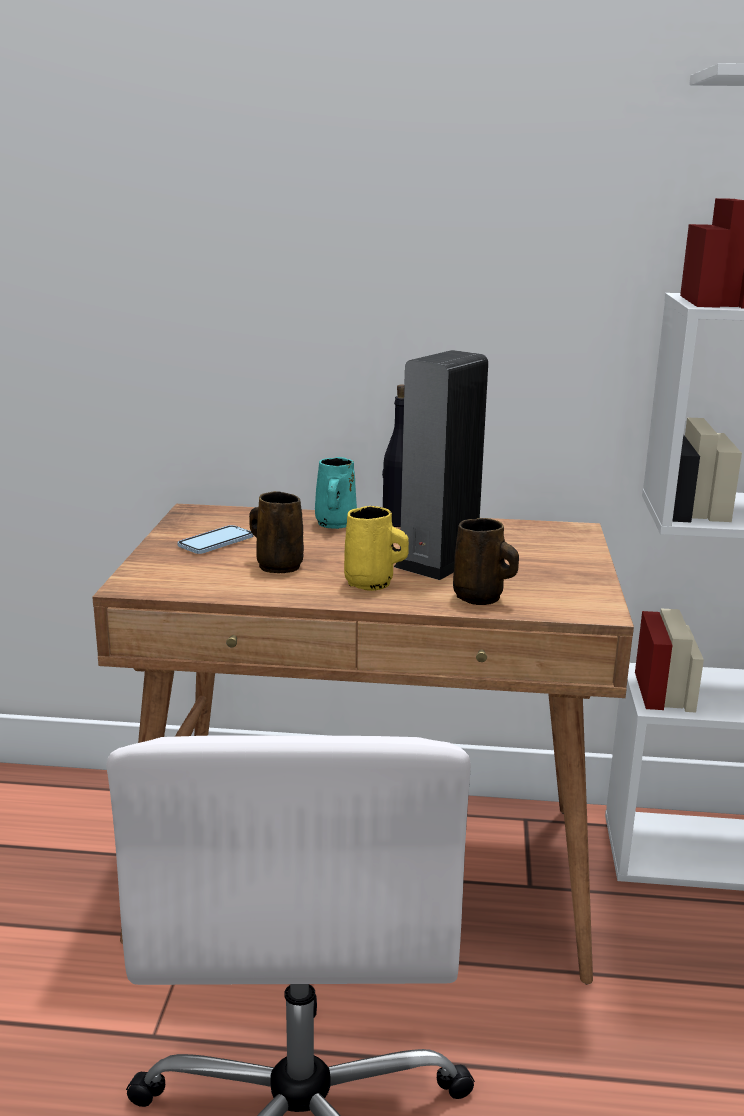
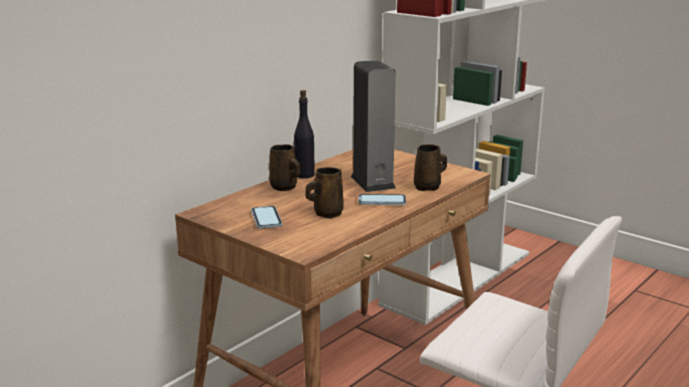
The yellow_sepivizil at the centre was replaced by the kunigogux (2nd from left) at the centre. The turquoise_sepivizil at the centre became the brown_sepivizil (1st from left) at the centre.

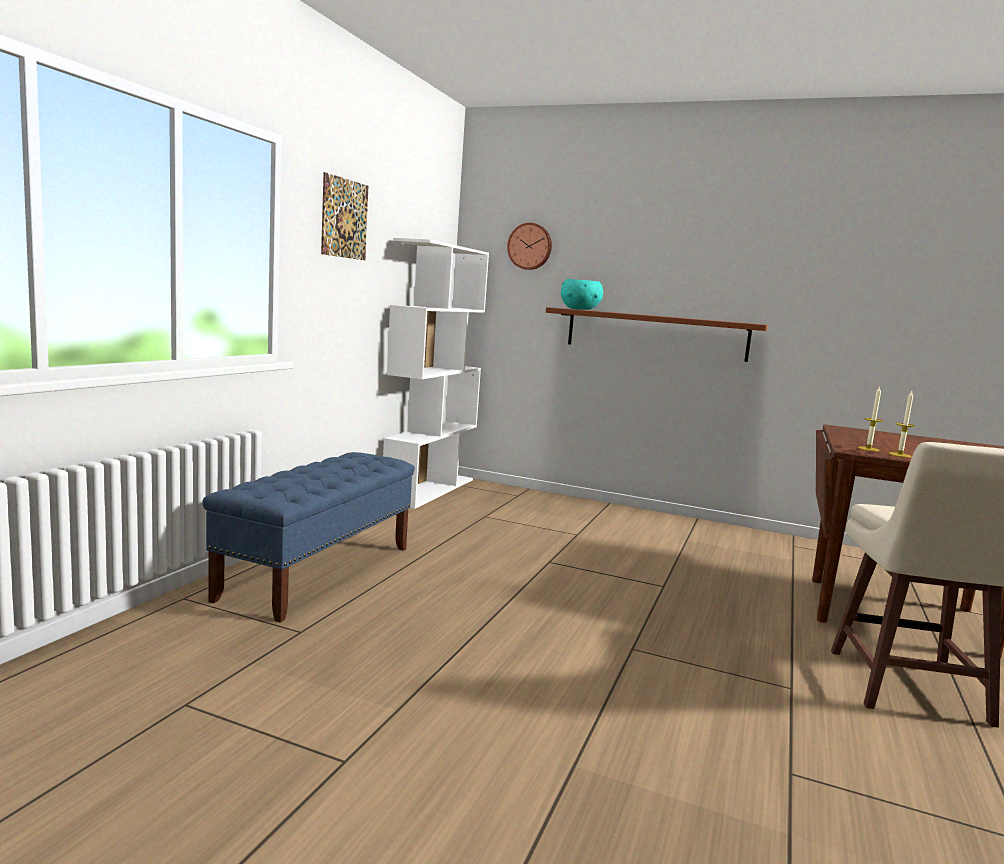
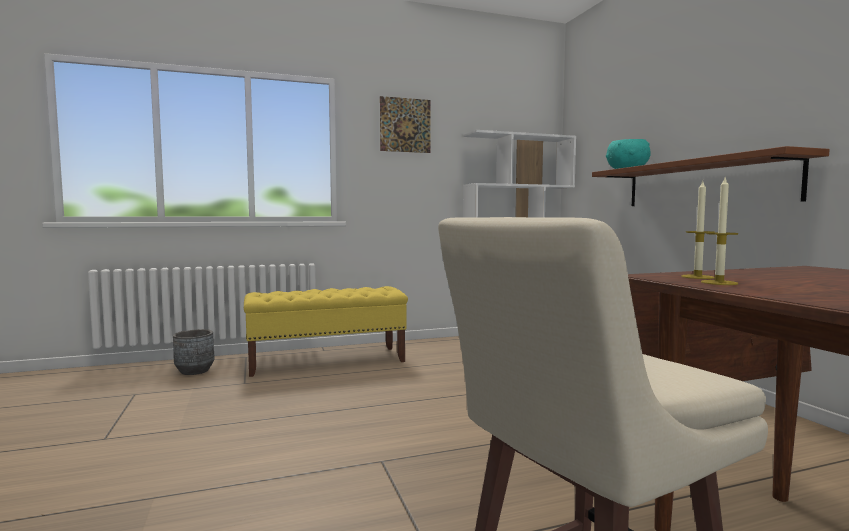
The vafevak at the top centre disappeared. The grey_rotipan at the middle left appeared. The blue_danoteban at the middle left became the yellow_danoteban at the centre.

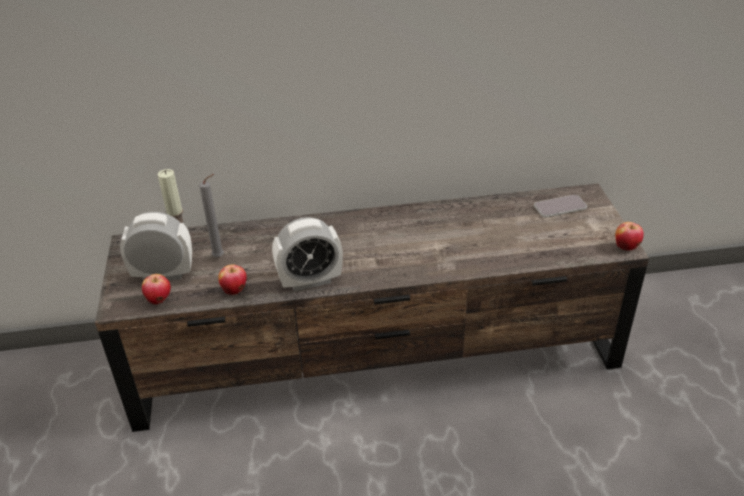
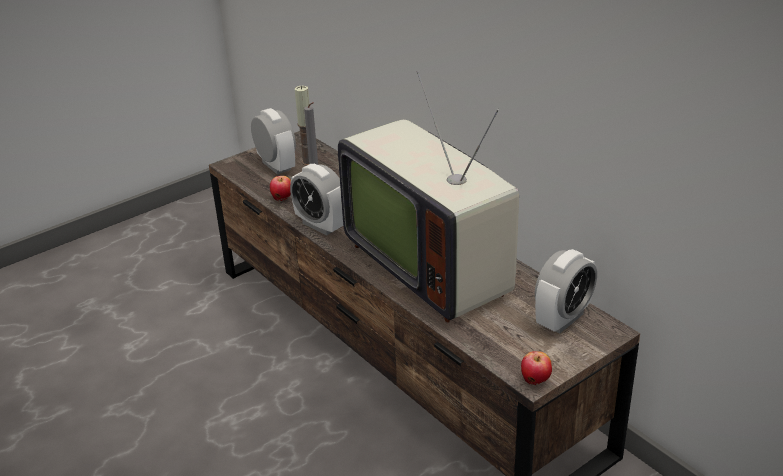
The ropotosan (1st from left) at the middle left disappeared. The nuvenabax at the centre appeared. The kunigogux at the middle right was replaced by the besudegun (3rd from left) at the middle right.

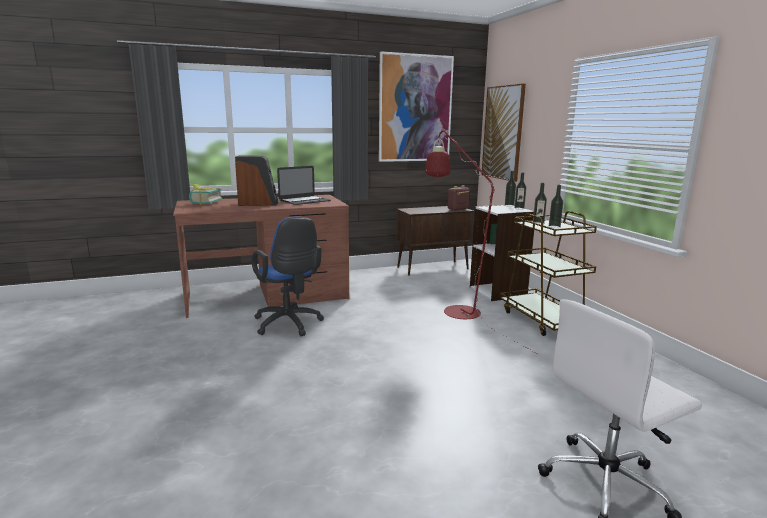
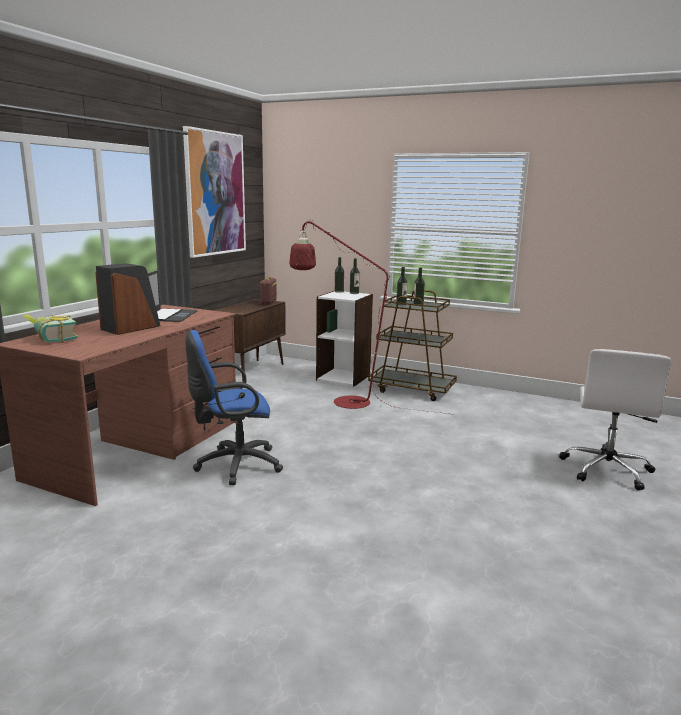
The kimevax (2nd from left) at the top centre disappeared. The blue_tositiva at the centre turned 150 degrees clockwise.

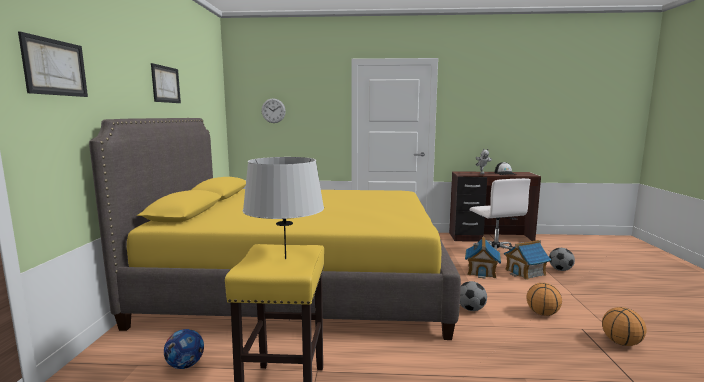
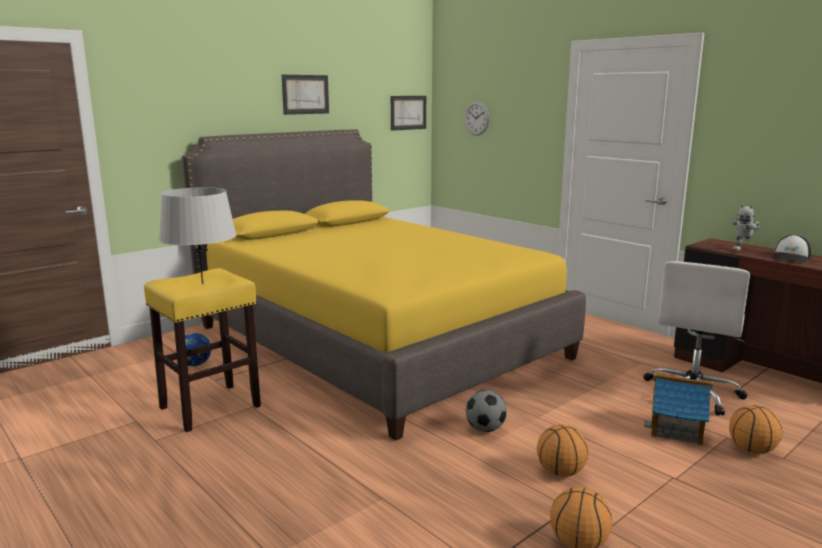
The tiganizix (1st from left) at the bottom right disappeared. The kimevax (1st from left in the first image) moved from the top left to the top centre. The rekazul (3rd from left) at the bottom right was replaced by the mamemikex (3rd from left) at the bottom right.

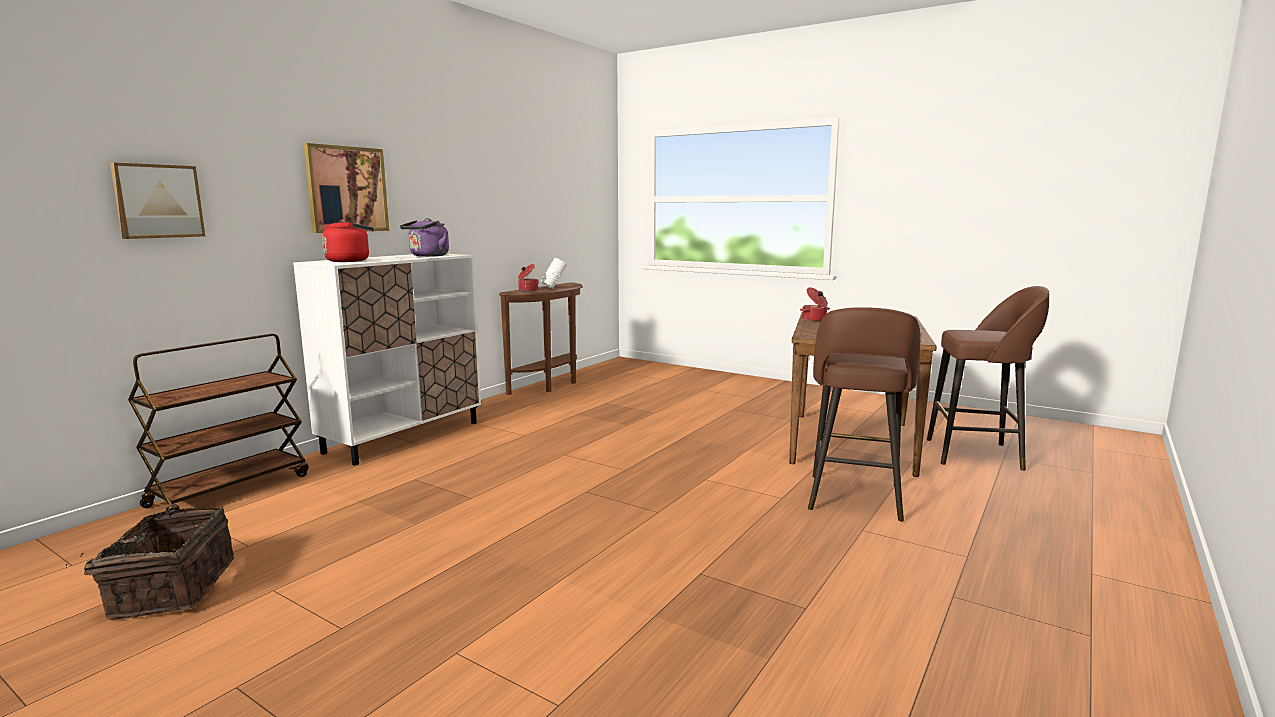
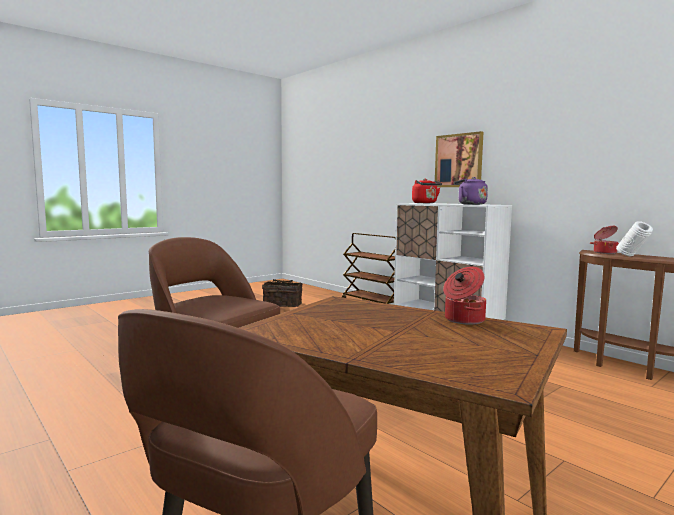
The kimevax (1st from left) at the top left disappeared.

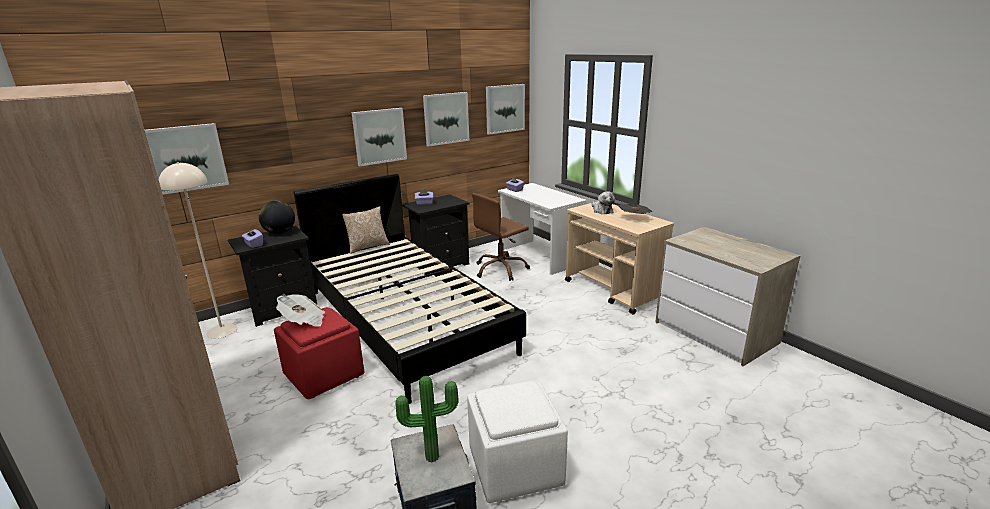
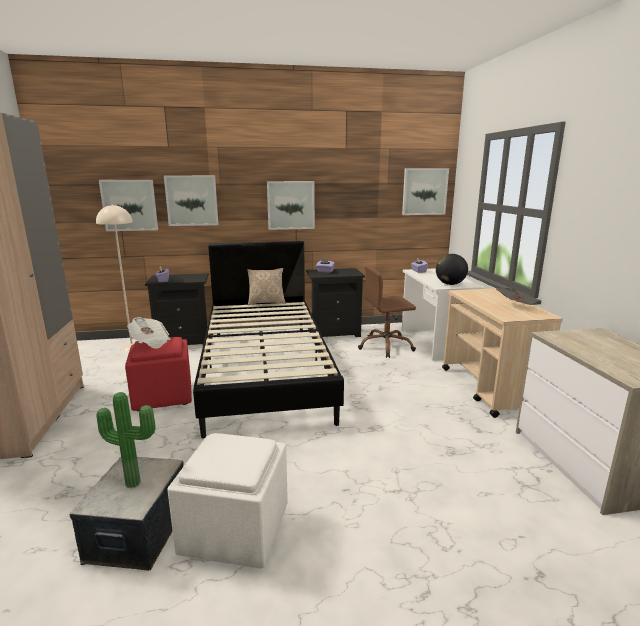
The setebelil at the centre disappeared. The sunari moved from the middle left to the middle right. The kimevax (3rd from left in the first image) moved from the top centre to the top left.

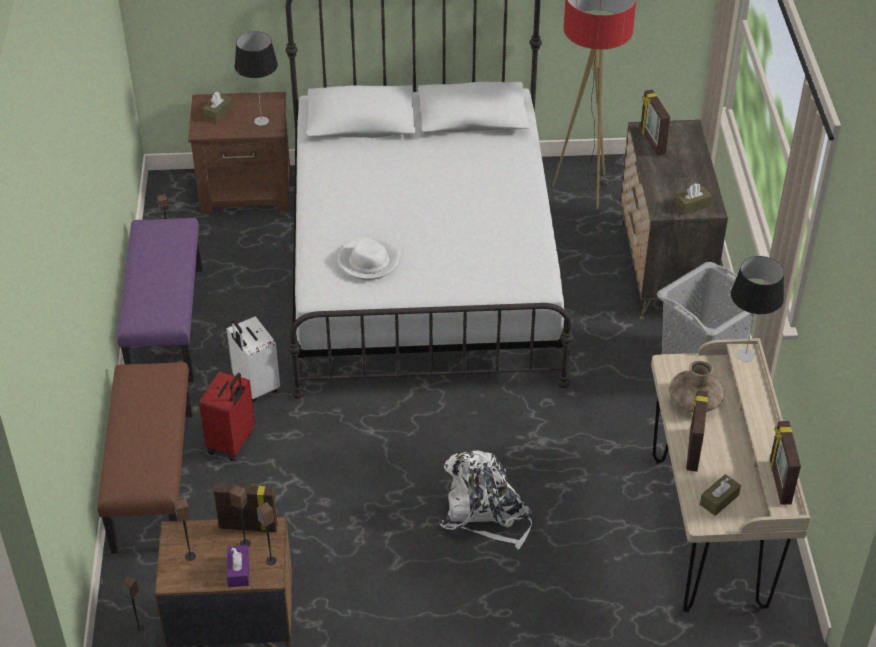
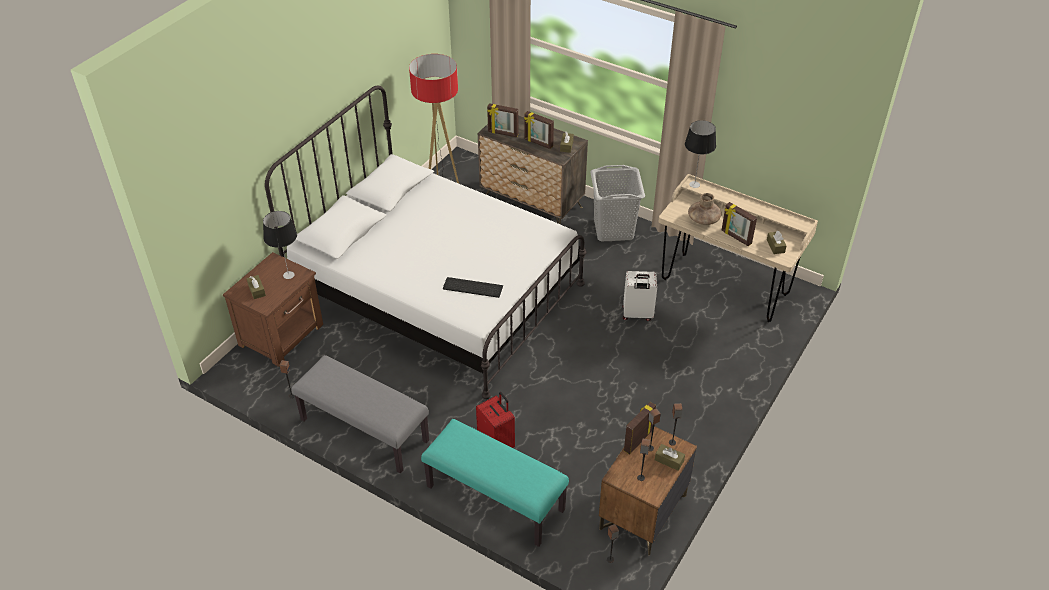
The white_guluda at the bottom centre disappeared. The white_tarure moved from the middle left to the centre. The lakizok (4th from left in the first image) moved from the bottom right to the top centre. The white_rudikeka at the centre was replaced by the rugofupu at the centre. The brown_danoteban at the bottom left became the turquoise_danoteban at the bottom centre. The purple_danoteban at the middle left became the grey_danoteban at the bottom centre. The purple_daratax at the bottom left became the brown_daratax (3rd from left) at the bottom centre.

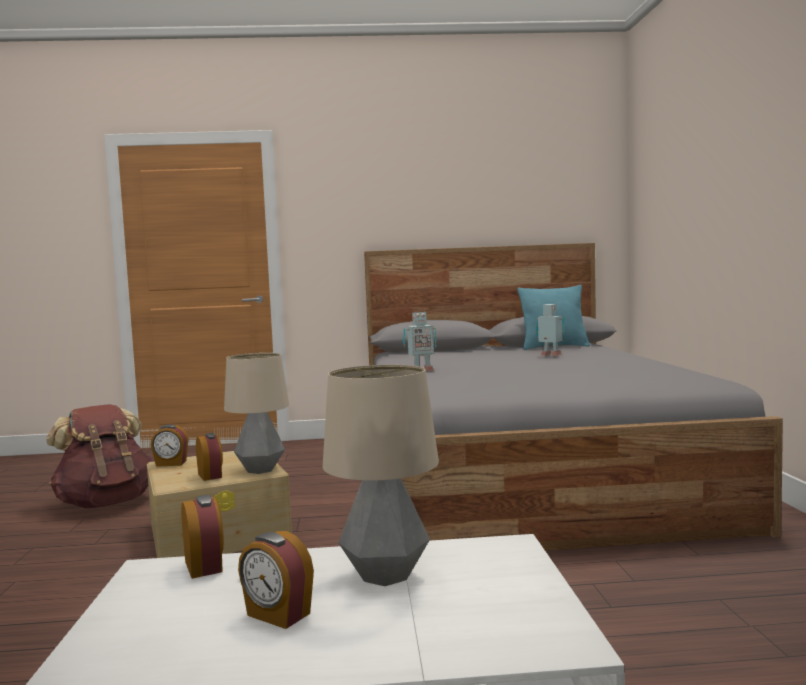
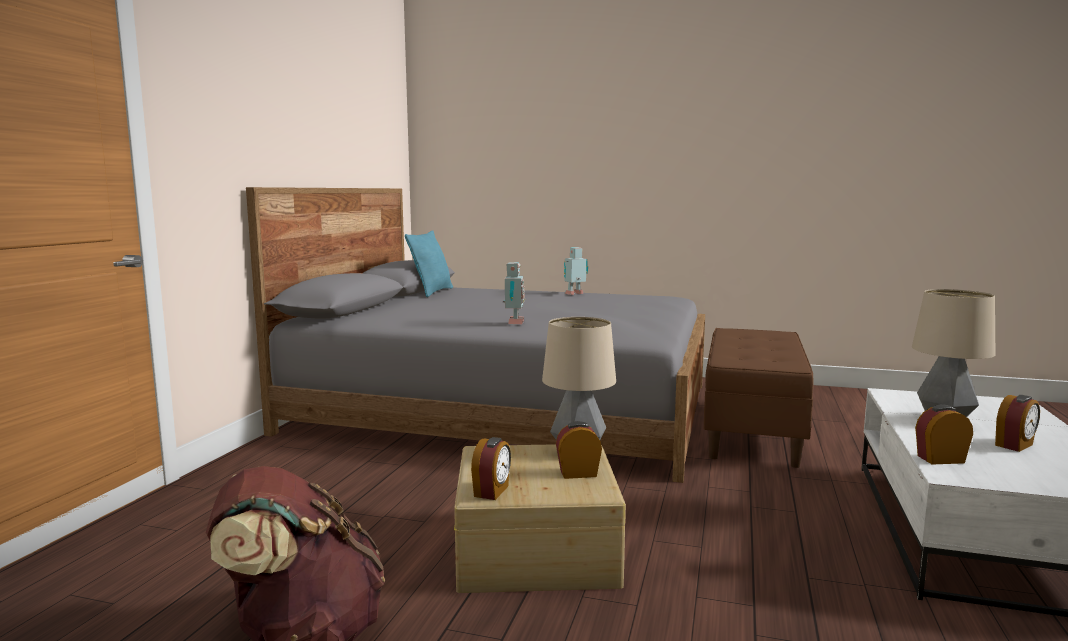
The brown_danoteban at the middle right appeared. The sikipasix (2nd from left) moved from the middle right to the centre.

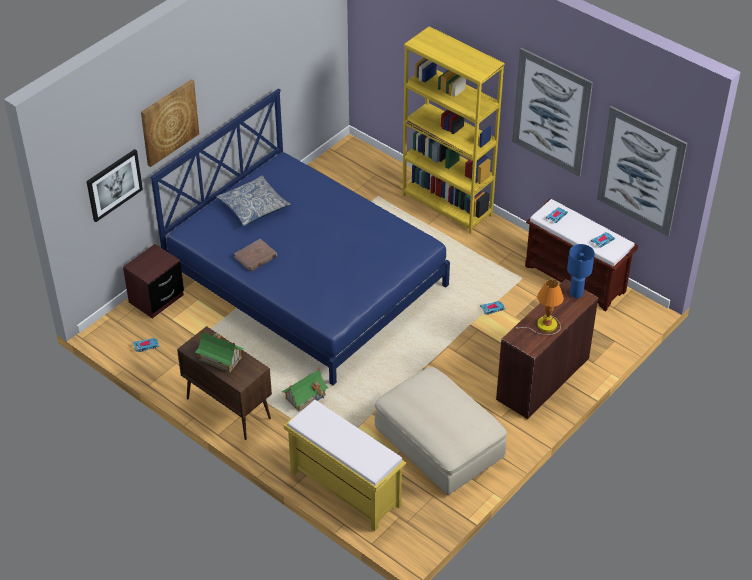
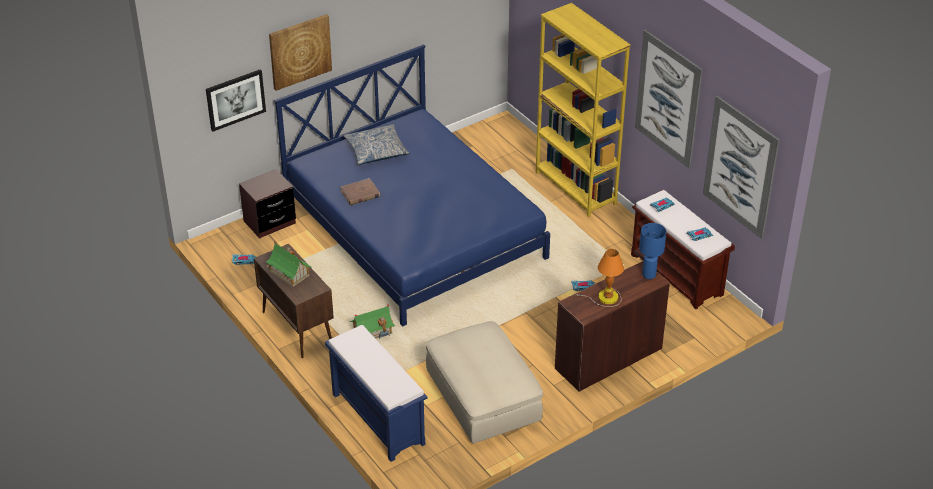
The yellow_danoteban at the bottom centre became the blue_danoteban at the bottom centre.

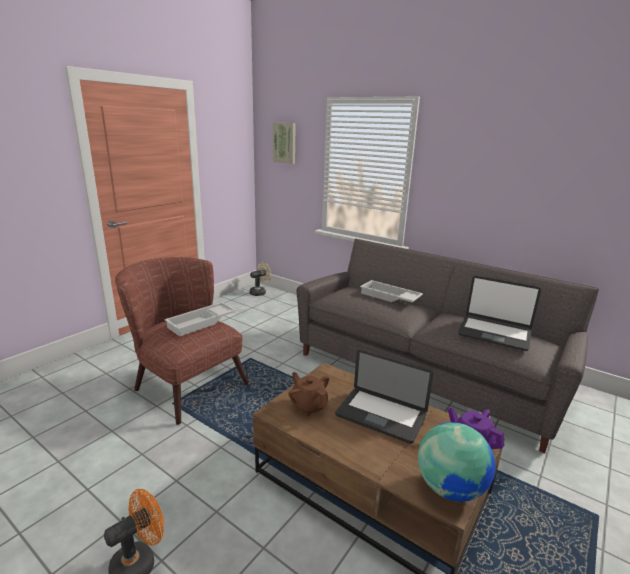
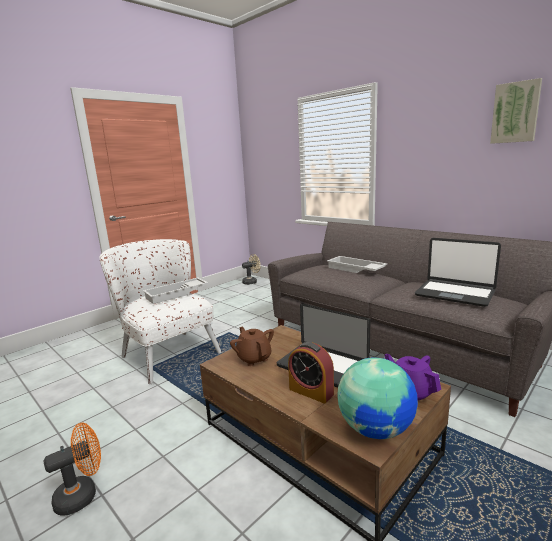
The besudegun at the bottom centre appeared. The kimevax moved from the top centre to the top right. The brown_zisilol at the middle left became the white_zisilol at the middle left.

